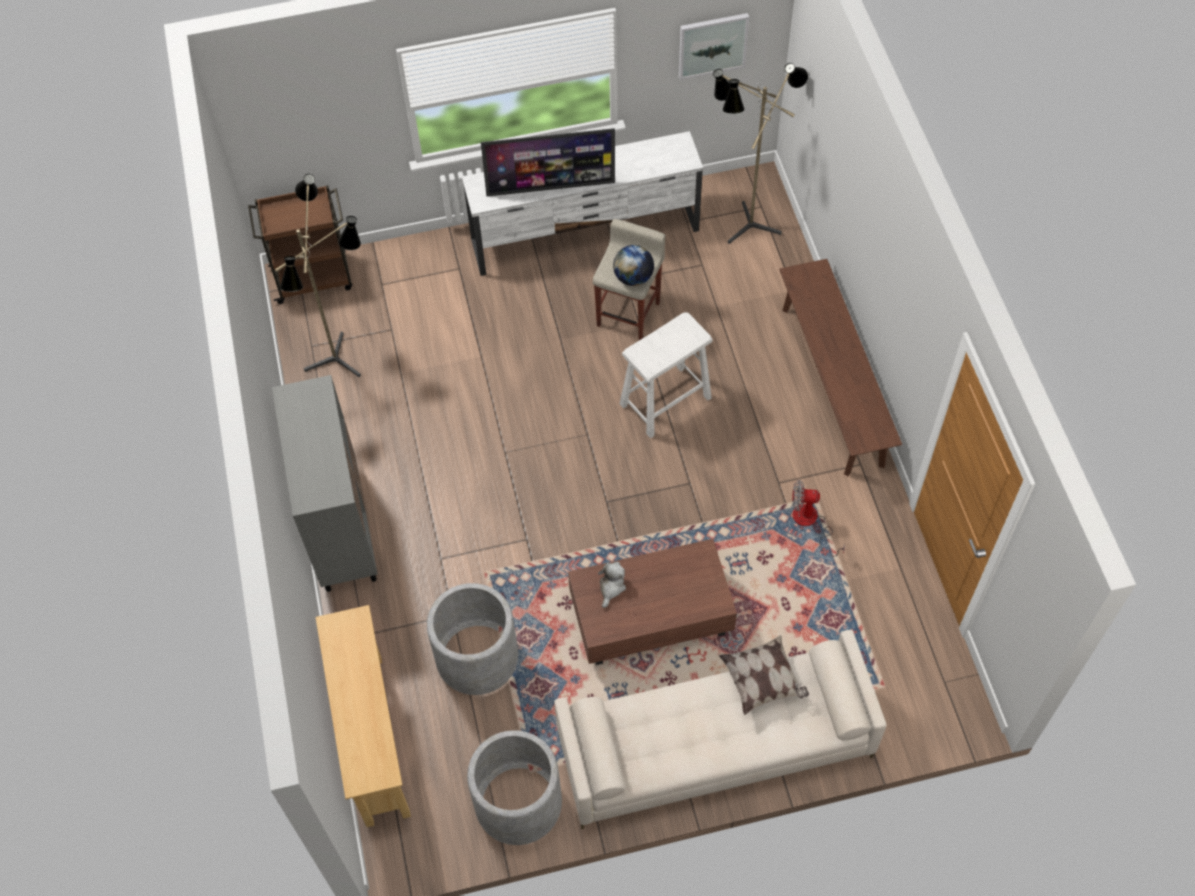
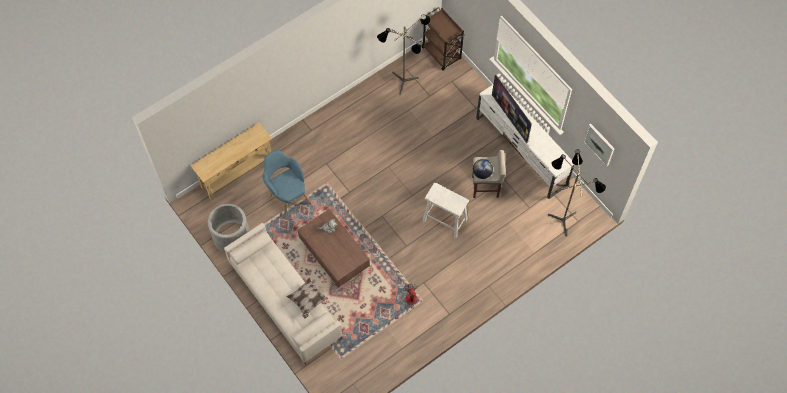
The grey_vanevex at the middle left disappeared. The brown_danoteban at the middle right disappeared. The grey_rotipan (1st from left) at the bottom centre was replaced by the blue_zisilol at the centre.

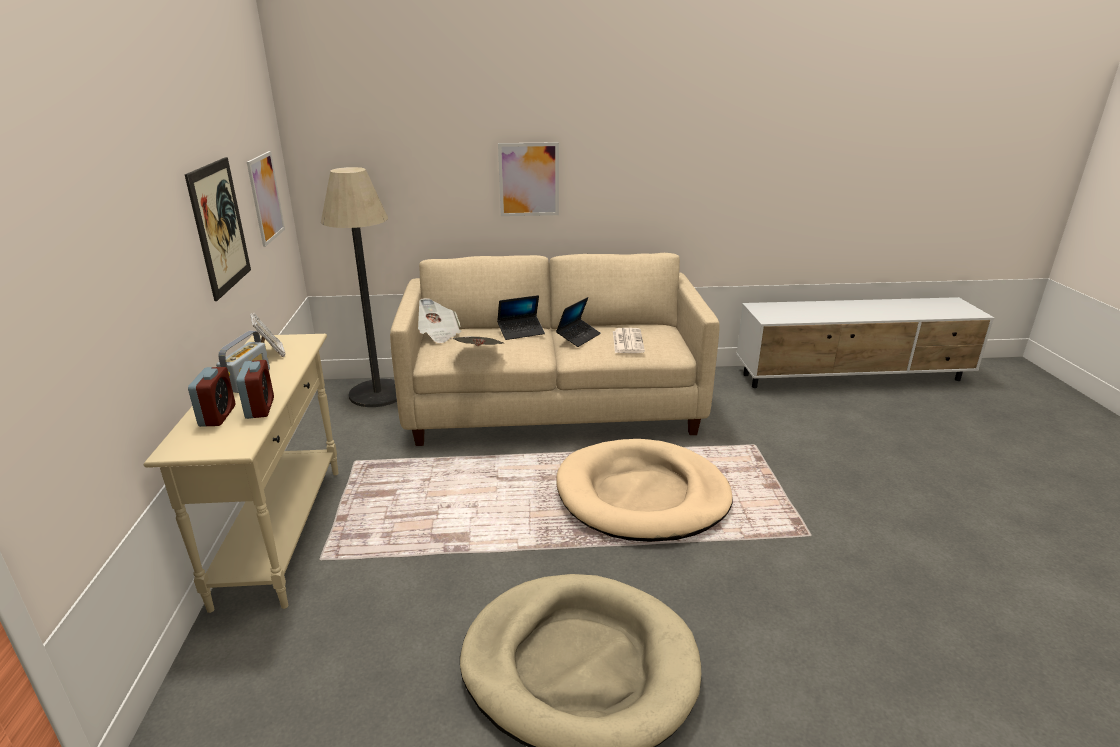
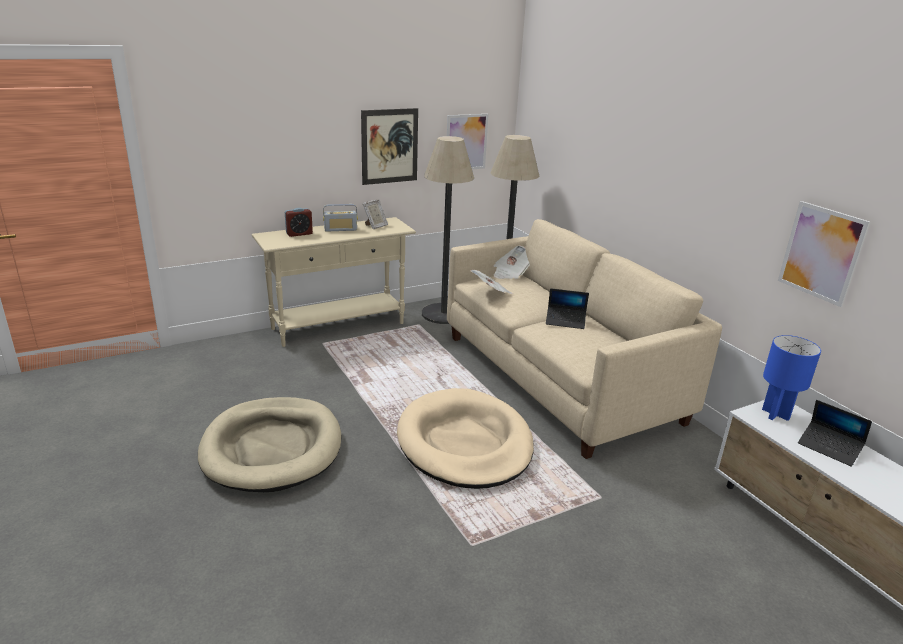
The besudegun (2nd from left) at the middle left disappeared. The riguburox (3rd from left) at the centre disappeared. The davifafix (1st from left) at the centre appeared. The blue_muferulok at the middle right appeared. The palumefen (1st from left in the first image) moved from the centre to the bottom right. The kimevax (3rd from left) moved from the top centre to the middle right.

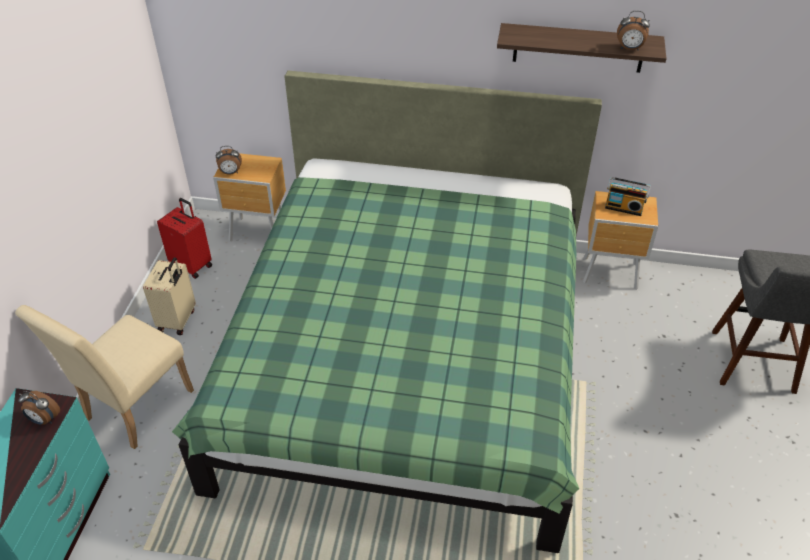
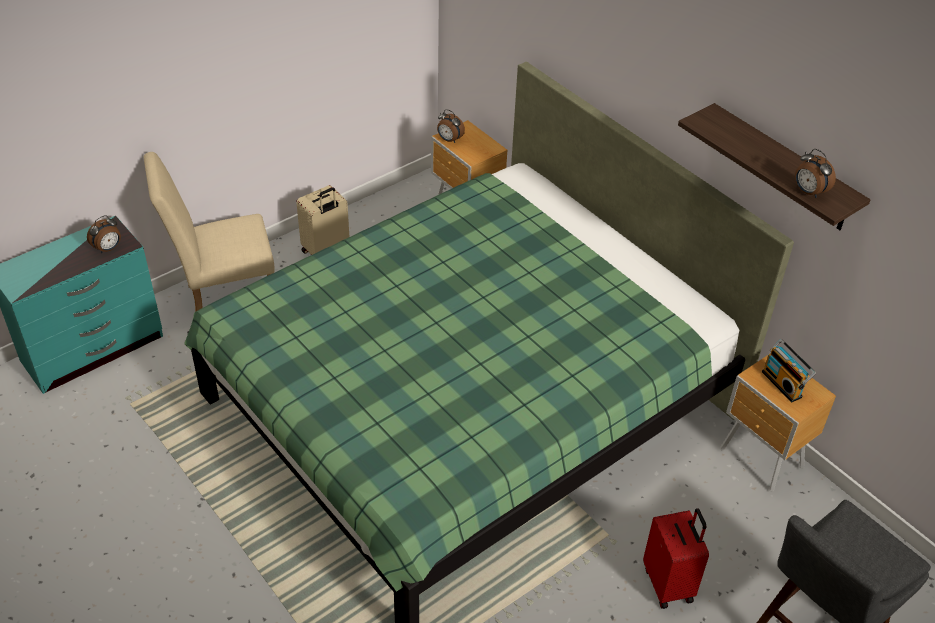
The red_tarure moved from the middle left to the bottom right. The besudegun (1st from left) at the bottom left turned 105 degrees counterclockwise.

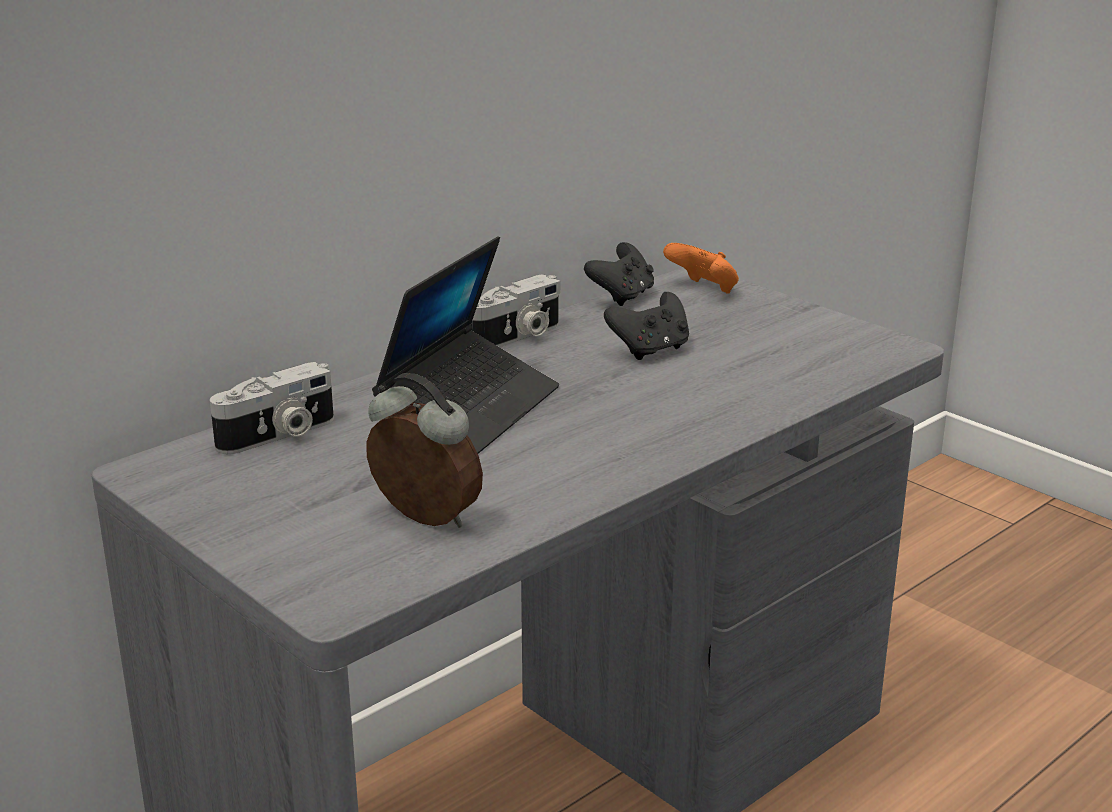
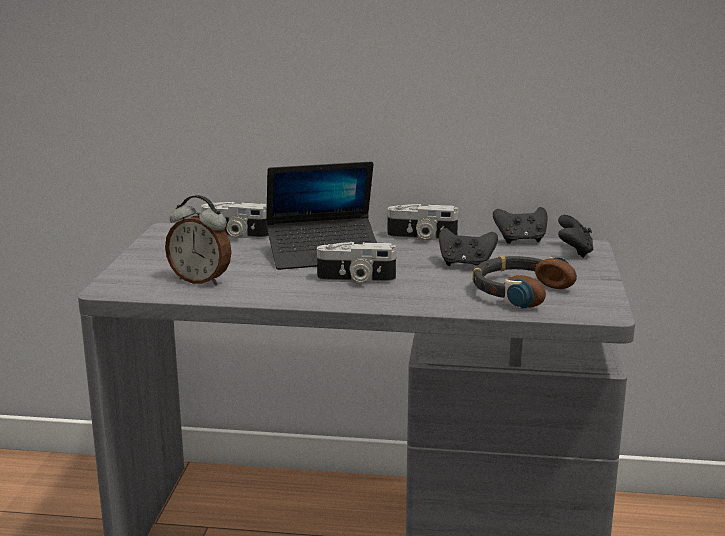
The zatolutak (2nd from left) at the centre appeared. The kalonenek at the middle right appeared. The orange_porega at the top centre became the black_porega (3rd from left) at the middle right. The besudegun at the centre turned 120 degrees clockwise.

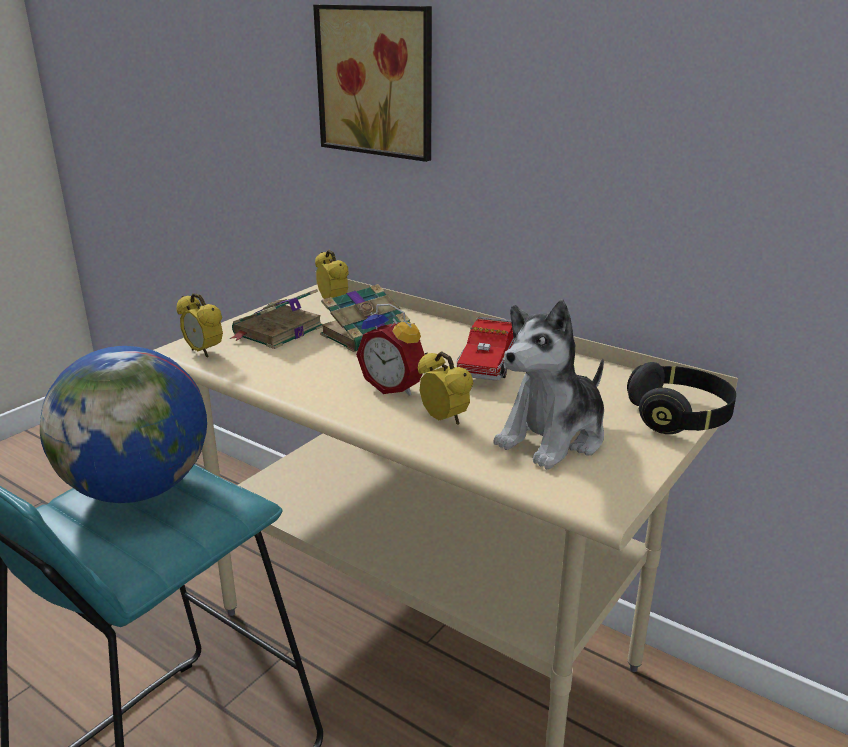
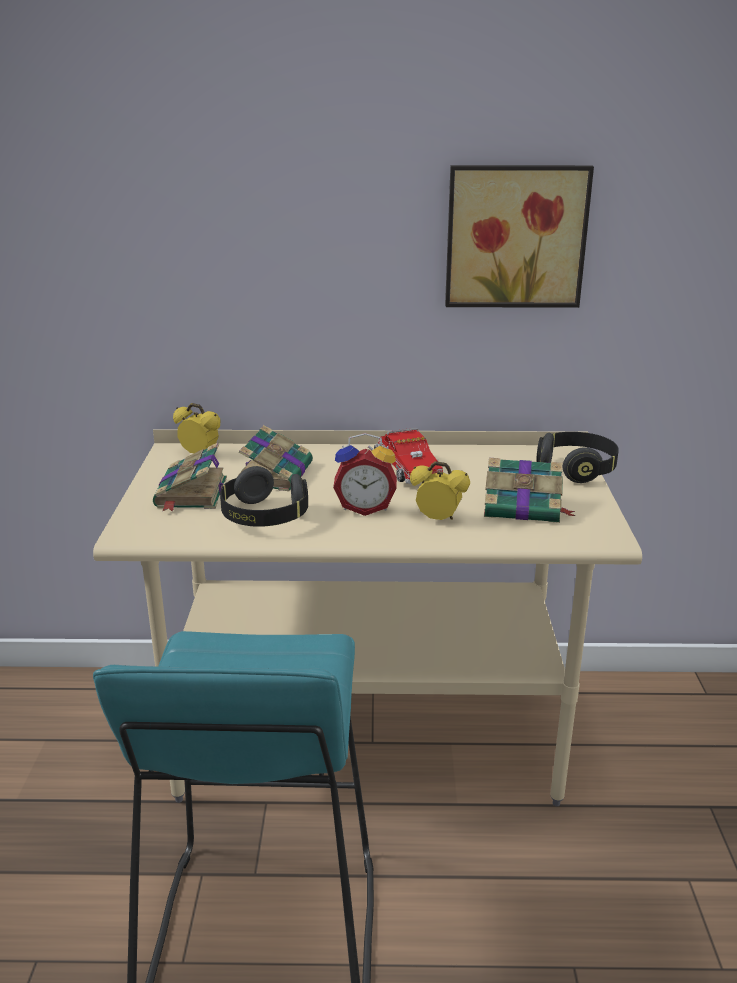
The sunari at the middle left disappeared. The besudegun (1st from left) at the middle left disappeared. The black_kalonenek (1st from left) at the centre appeared. The kimevax moved from the top centre to the top right. The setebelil at the centre was replaced by the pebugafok (3rd from left) at the middle right.

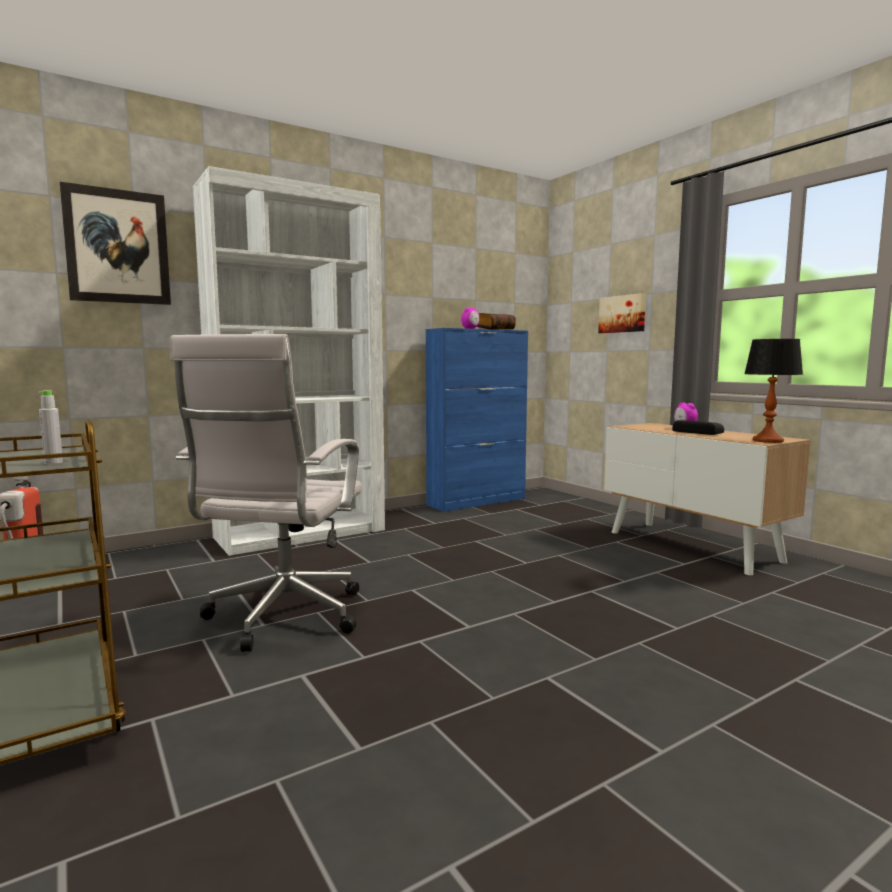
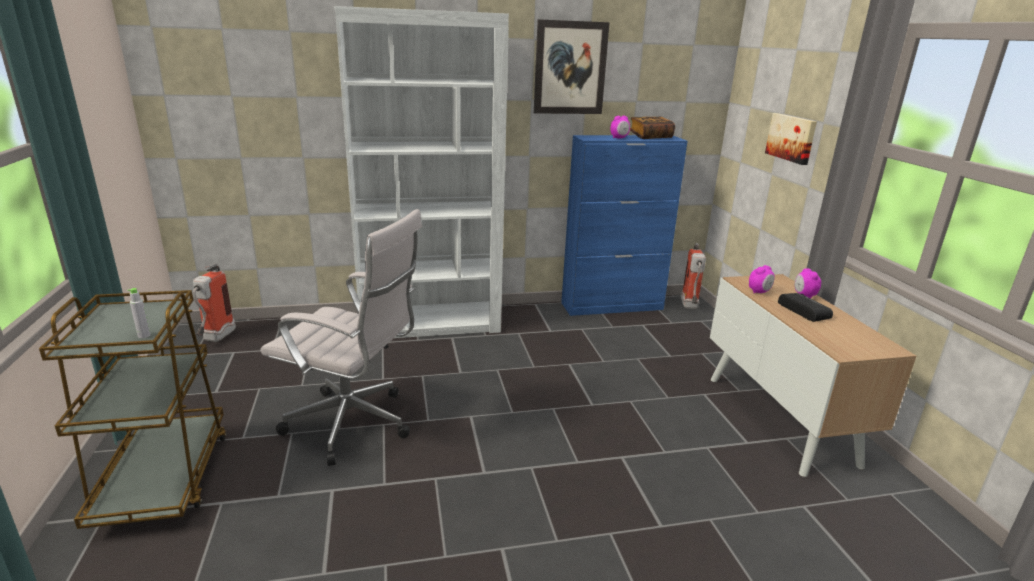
The muferulok at the middle right disappeared. The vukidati (2nd from left) at the middle right appeared. The besudegun (2nd from left) at the middle right appeared. The kimevax (1st from left) moved from the top left to the top centre. The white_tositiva at the middle left turned 105 degrees counterclockwise.

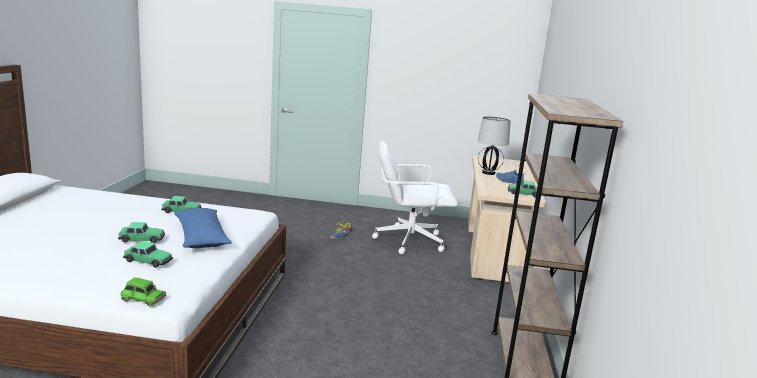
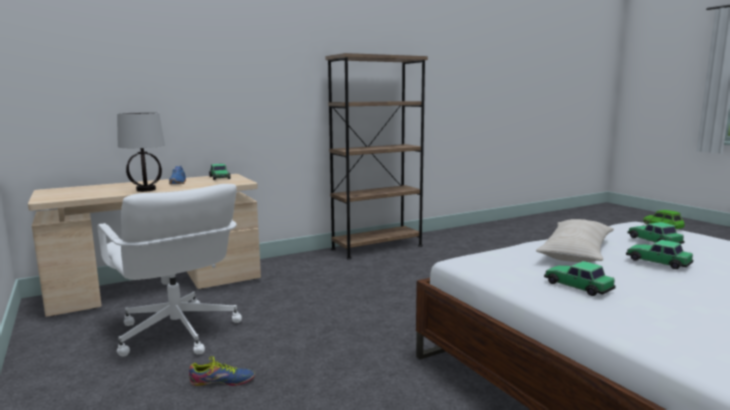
The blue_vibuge at the middle left became the beige_vibuge at the middle right.

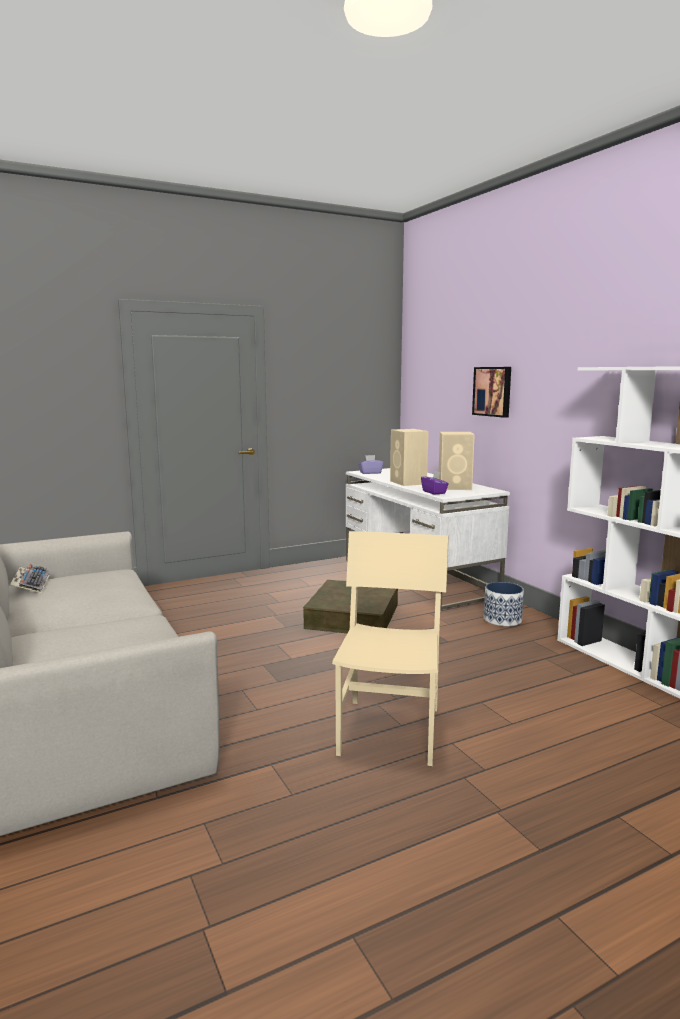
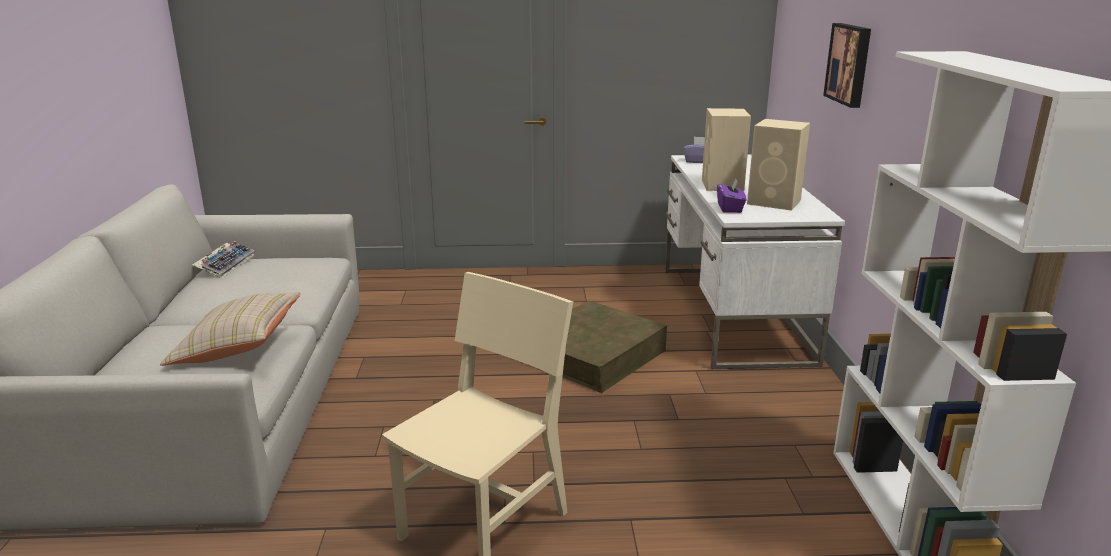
The rotipan at the middle right disappeared. The beige_vibuge at the middle left appeared.

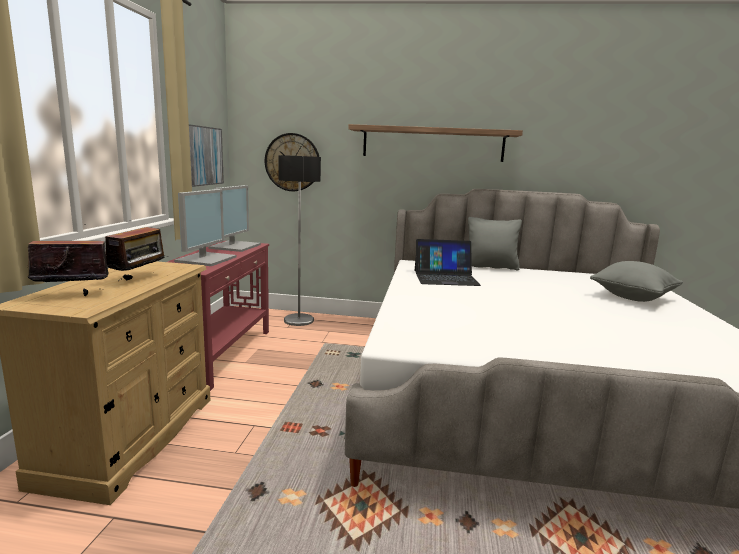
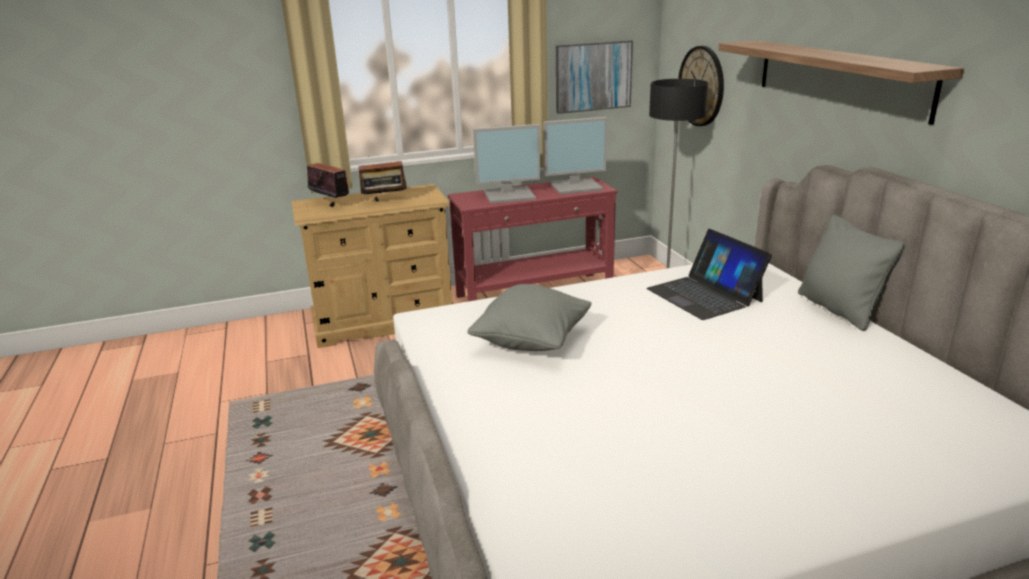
The grey_vibuge (2nd from left in the first image) moved from the middle right to the centre.

